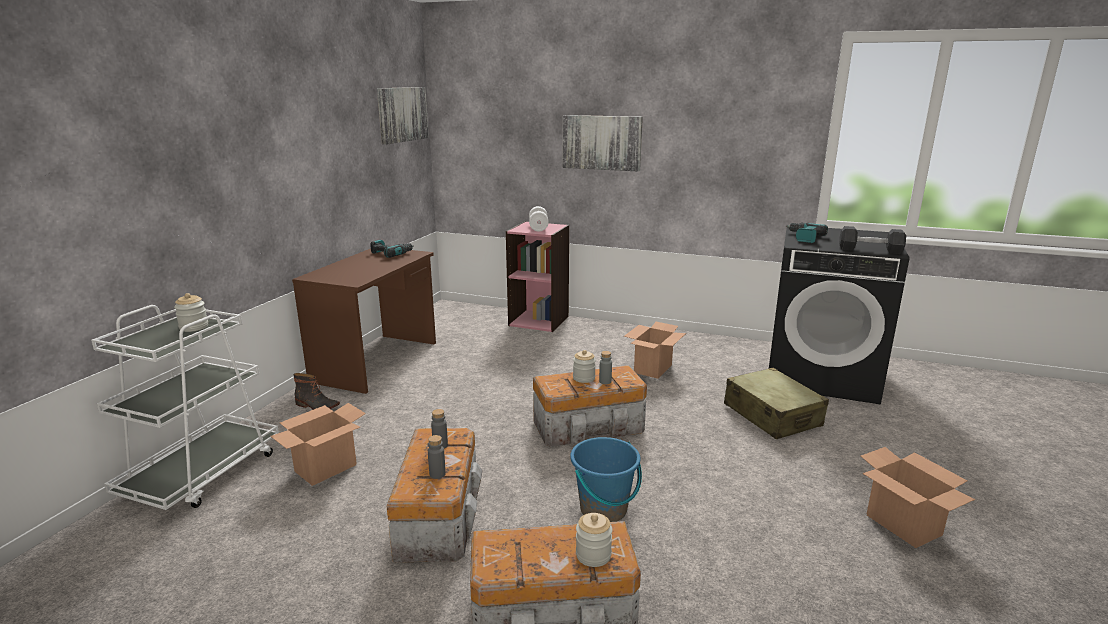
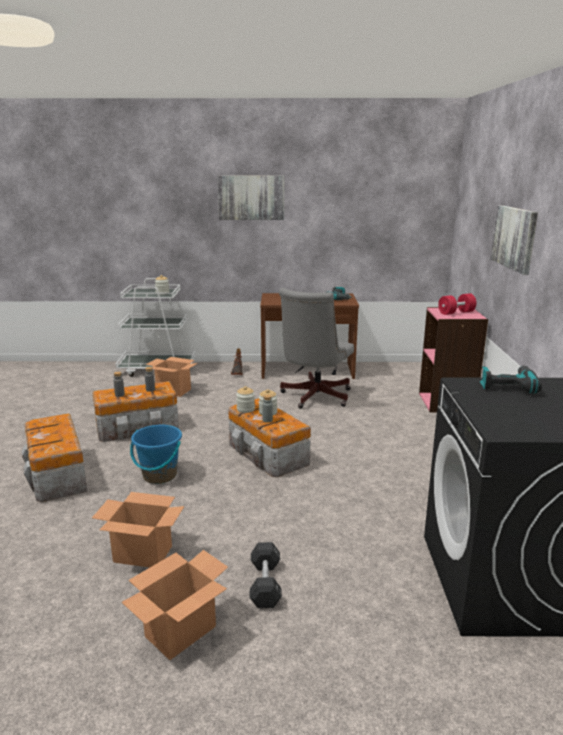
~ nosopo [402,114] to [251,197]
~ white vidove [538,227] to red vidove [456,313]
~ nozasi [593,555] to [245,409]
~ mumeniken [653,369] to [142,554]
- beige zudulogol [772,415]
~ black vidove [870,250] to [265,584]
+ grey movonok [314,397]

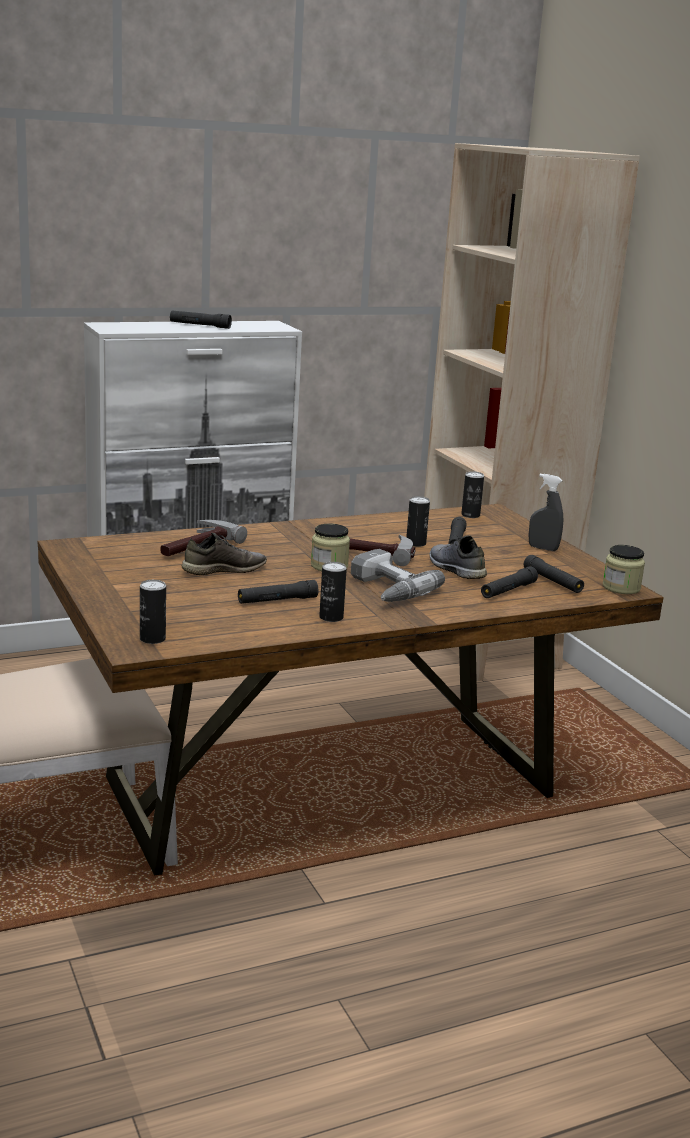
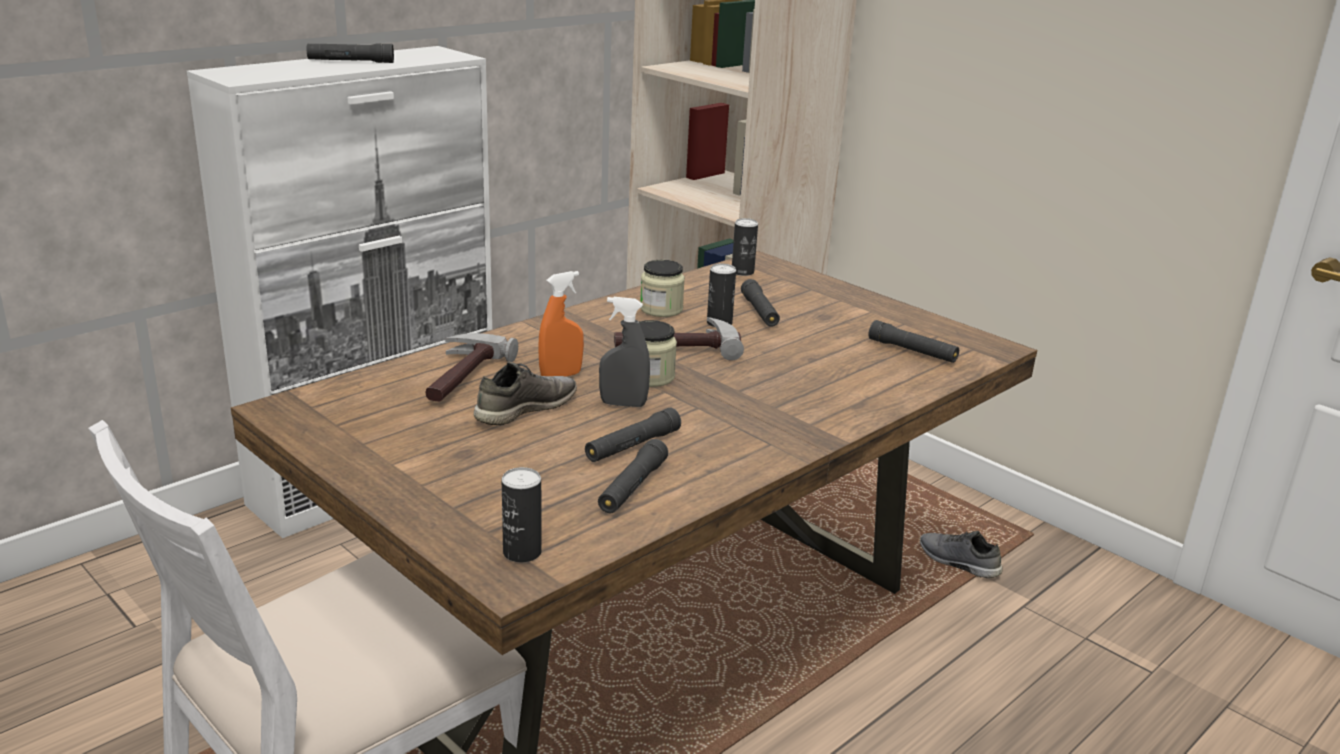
- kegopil [331,617]
- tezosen [385,589]
~ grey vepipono [455,569] to [957,562]
~ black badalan [508,590] to [632,487]
~ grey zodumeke [543,548] to [623,404]
~ nozasi [621,588] to [661,309]
+ orange zodumeke [561,375]

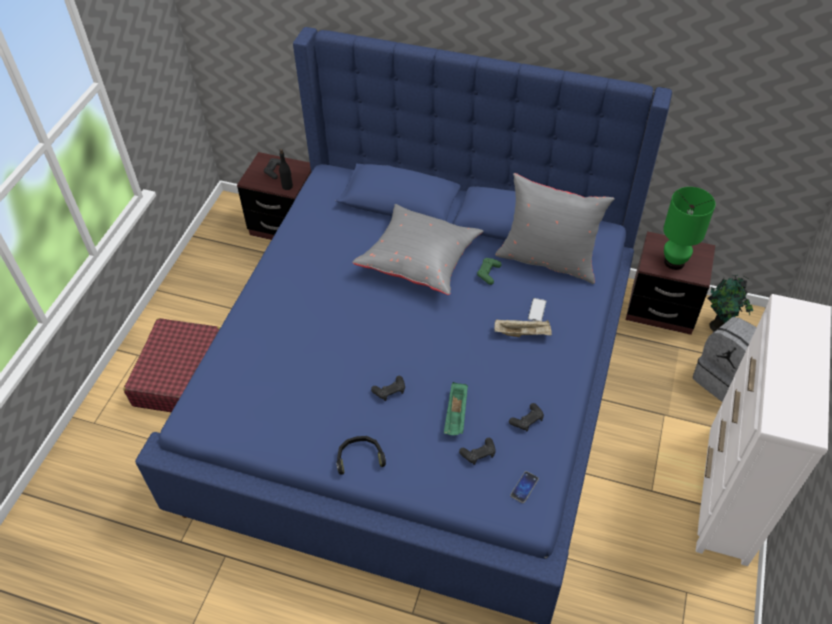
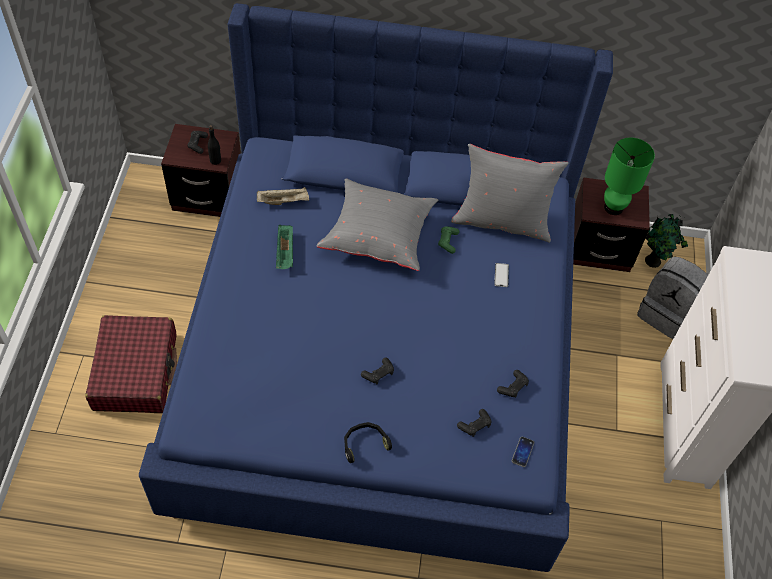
~ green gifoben [456,415] to [285,253]
~ beige gifoben [523,333] to [284,201]

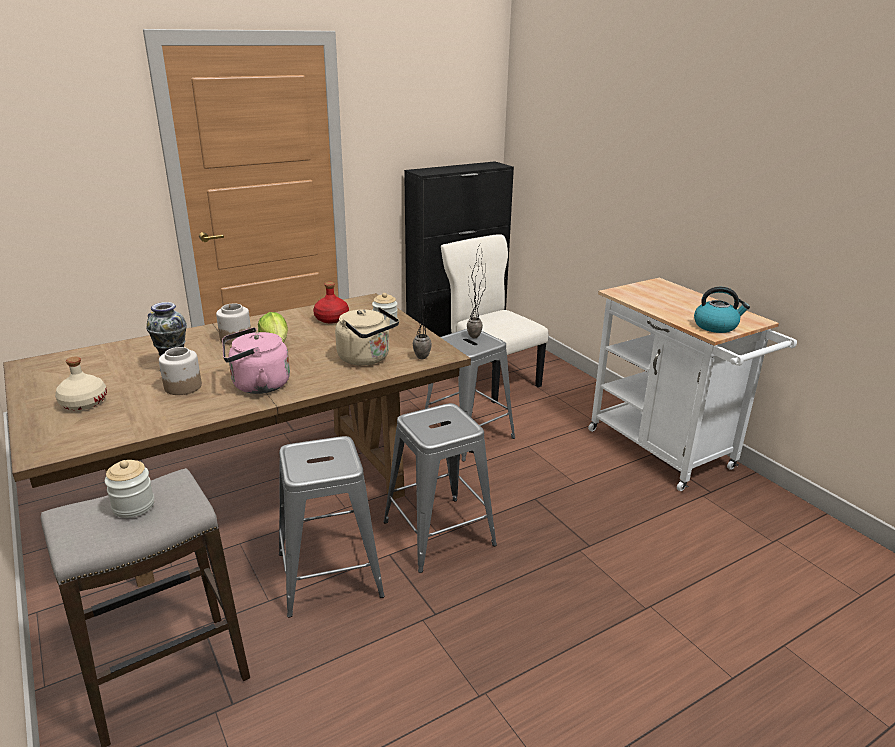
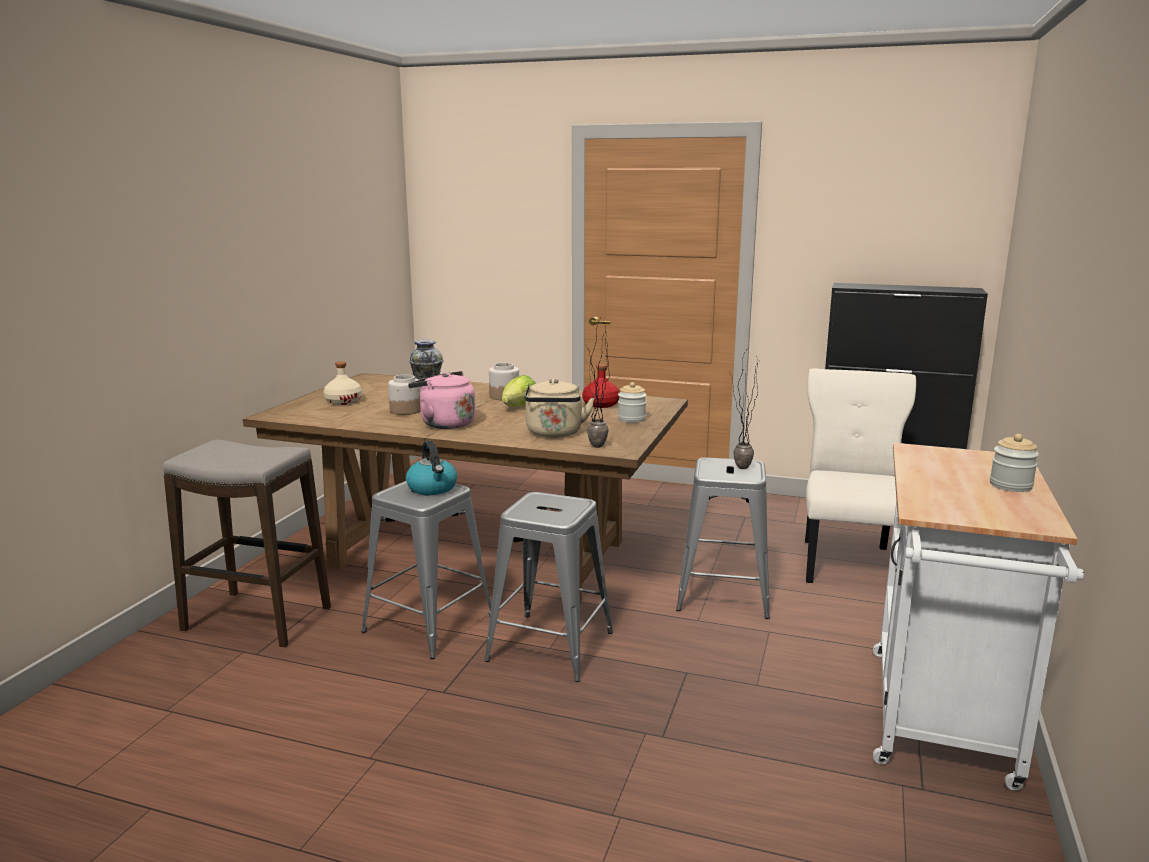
~ nozasi [133,506] to [1010,485]
~ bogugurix [716,326] to [433,488]

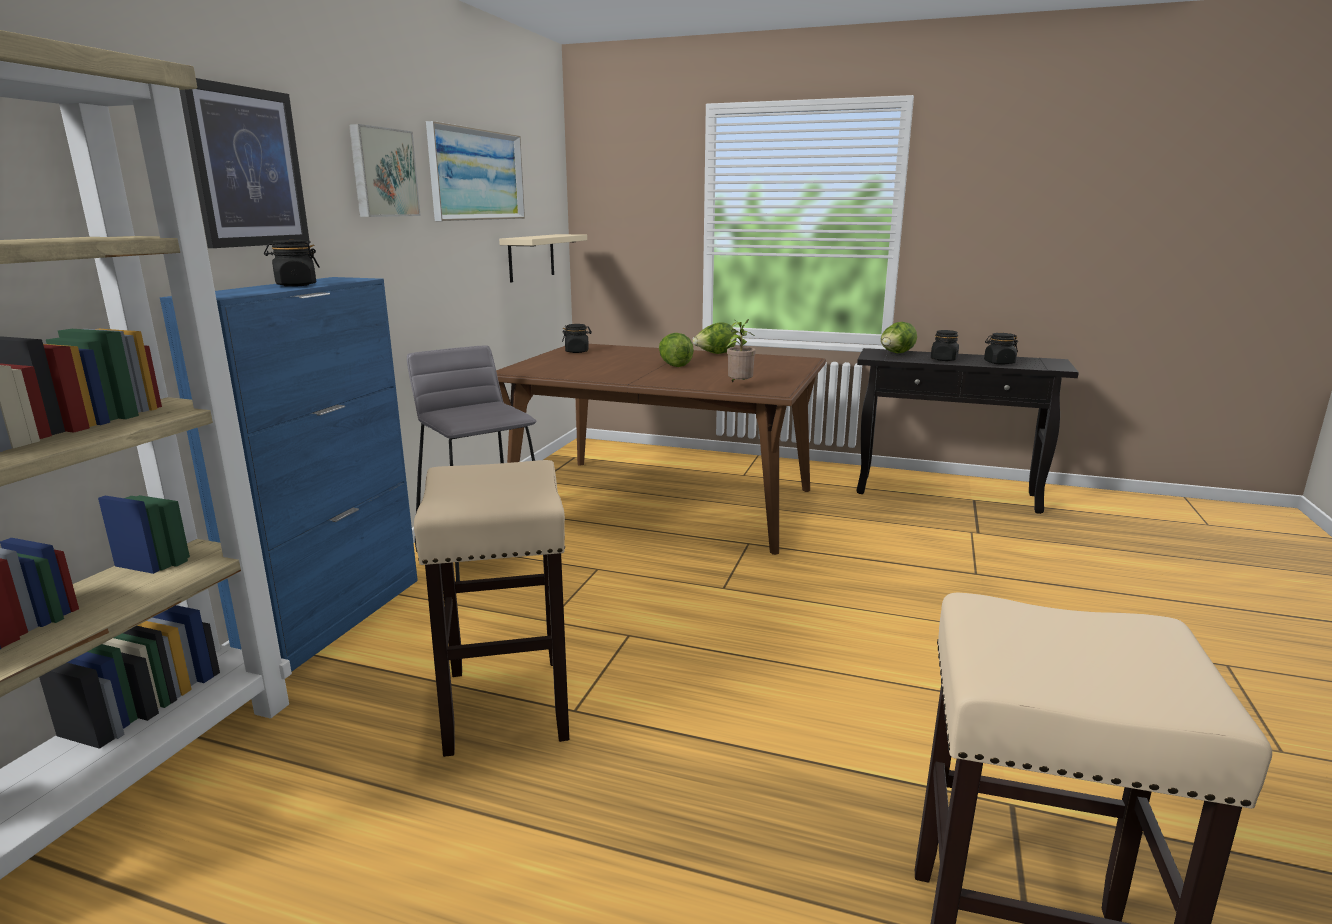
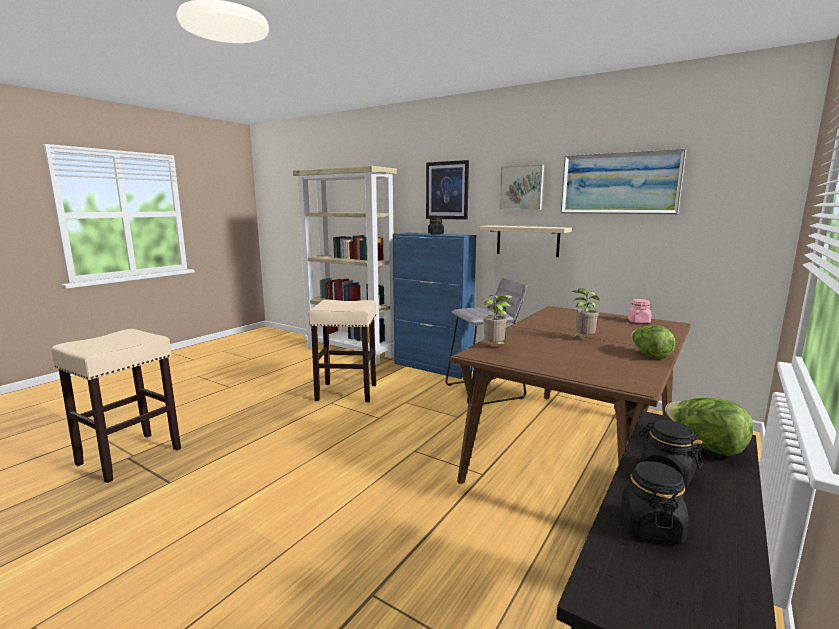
~ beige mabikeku [531,257] to [527,240]
~ black nozasi [577,351] to pink nozasi [638,322]
~ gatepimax [674,365] to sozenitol [582,339]

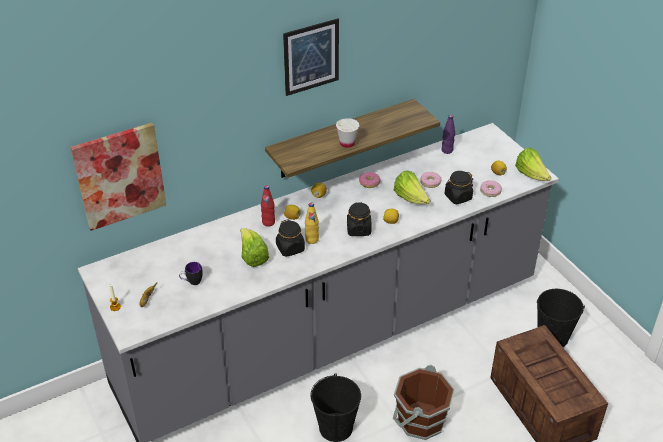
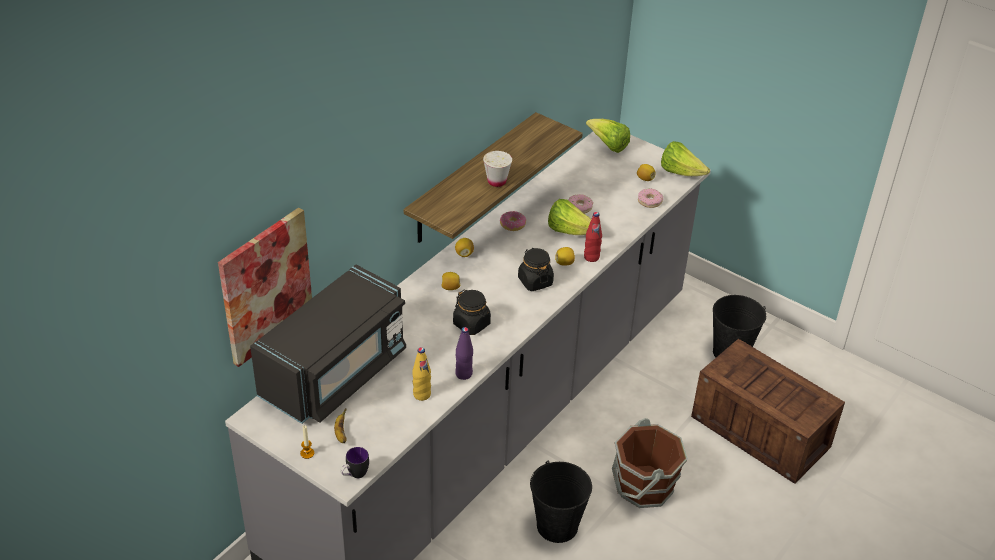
~ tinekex [192,282] to [354,475]
~ gatepimax [252,256] to [608,145]
~ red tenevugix [268,222] to [591,257]
- nosopo [311,57]
~ yellow tenevugix [312,240] to [422,394]
~ purple tenevugix [447,150] to [464,374]
- black nozasi [458,197]
+ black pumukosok [335,373]

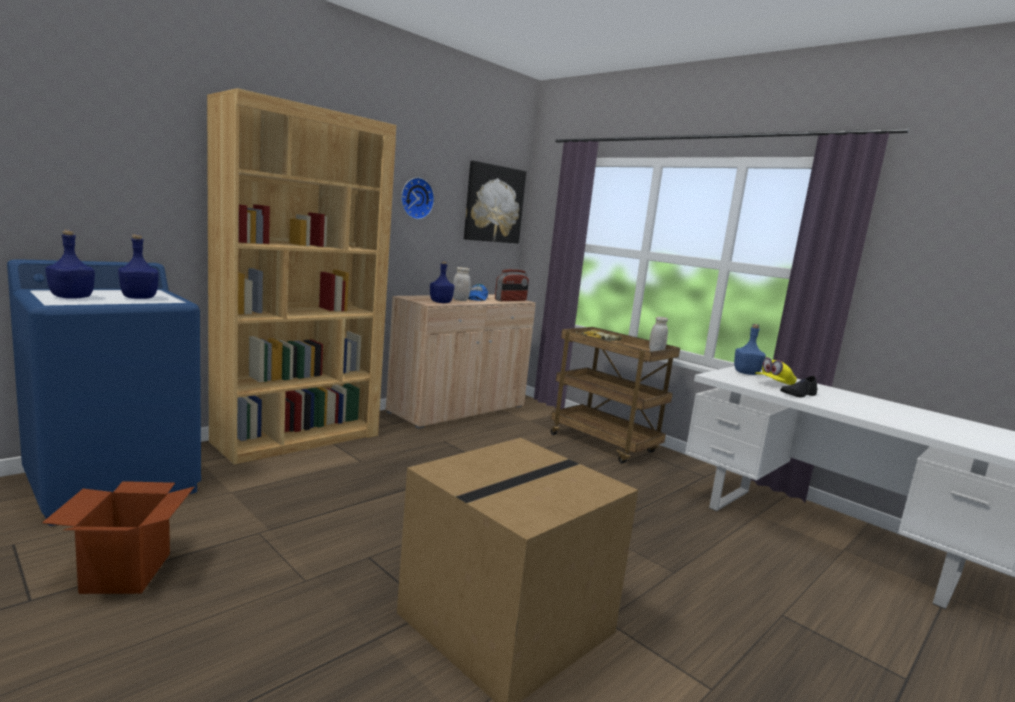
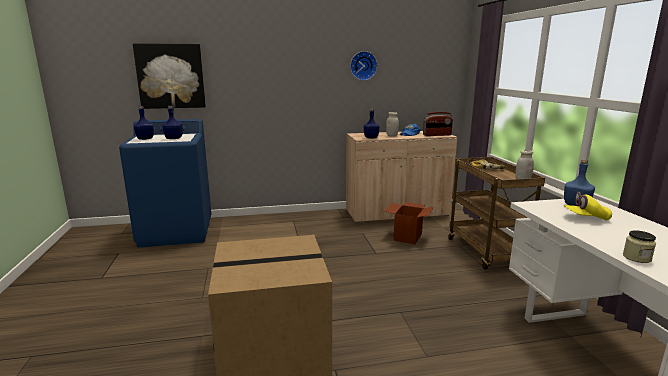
~ mumeniken [127,572] to [407,237]
- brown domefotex [298,438]
~ nosopo [494,204] to [171,76]
- black vepipono [798,394]
+ nozasi [636,258]

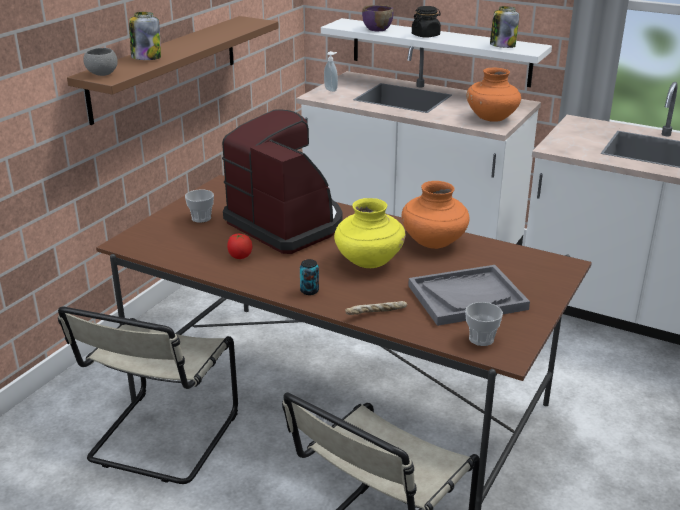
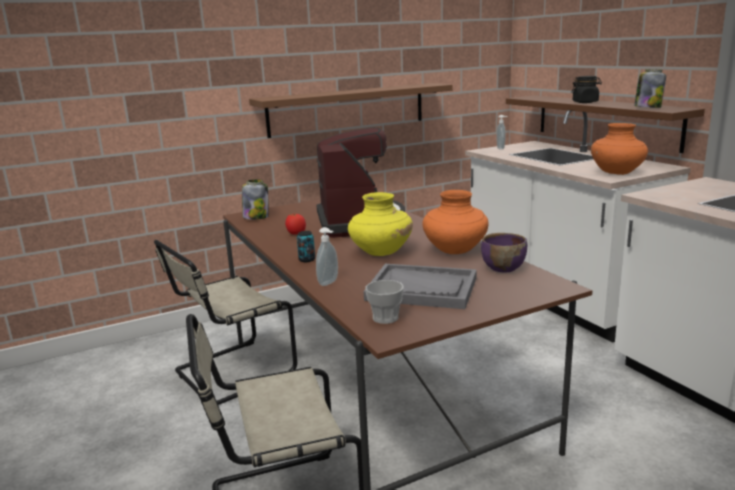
- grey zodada [102,74]
~ nozasi [146,58] to [256,217]
- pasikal [201,218]
~ white mabikeku [439,52] to brown mabikeku [605,121]
~ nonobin [376,314] to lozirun [329,283]
~ purple zodada [377,29] to [502,268]

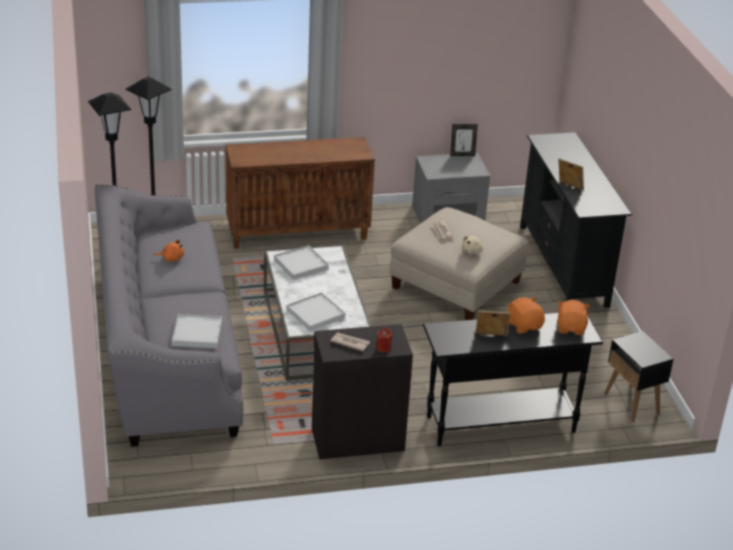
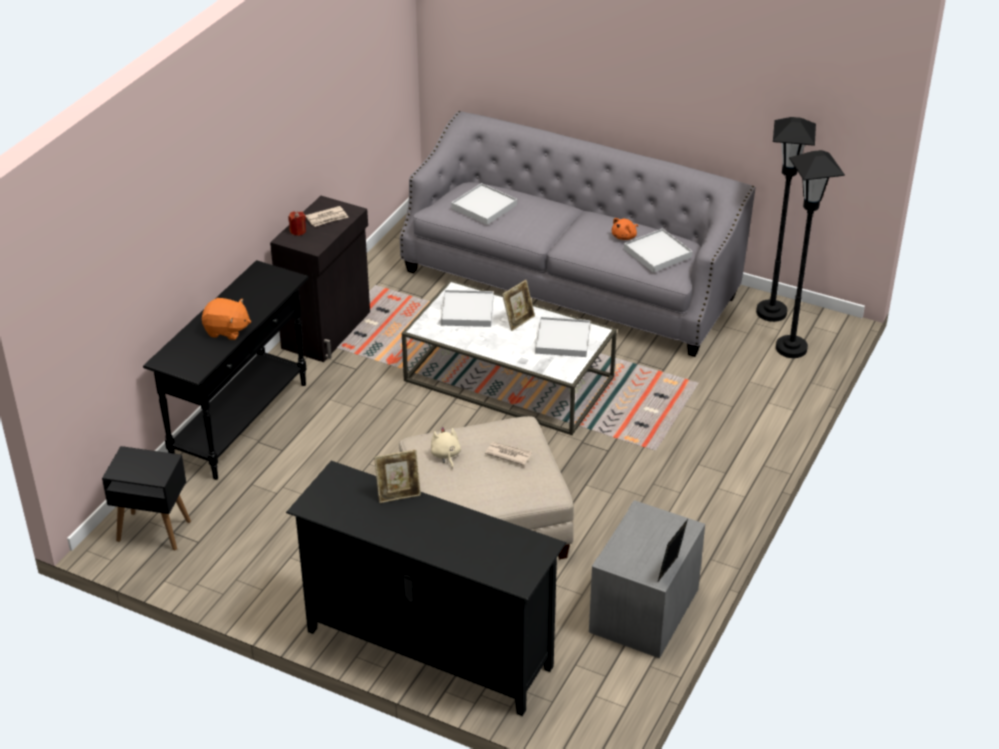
- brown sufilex [298,232]
~ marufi [490,337] to [518,320]
- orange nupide [571,328]
+ white gifoben [657,253]

